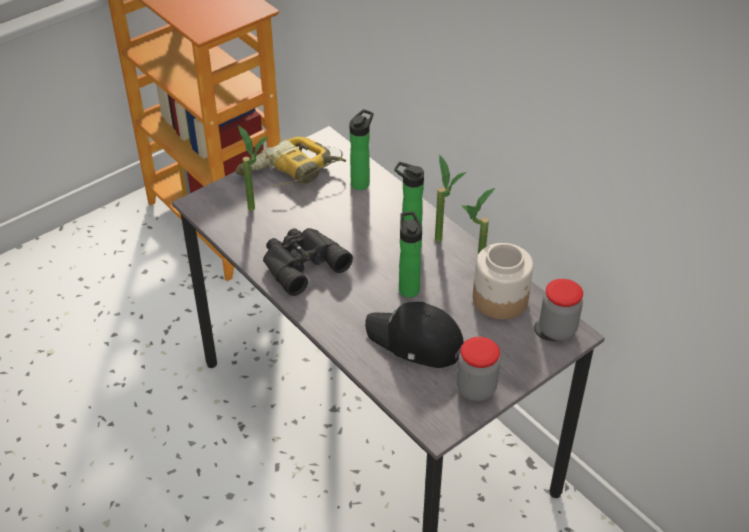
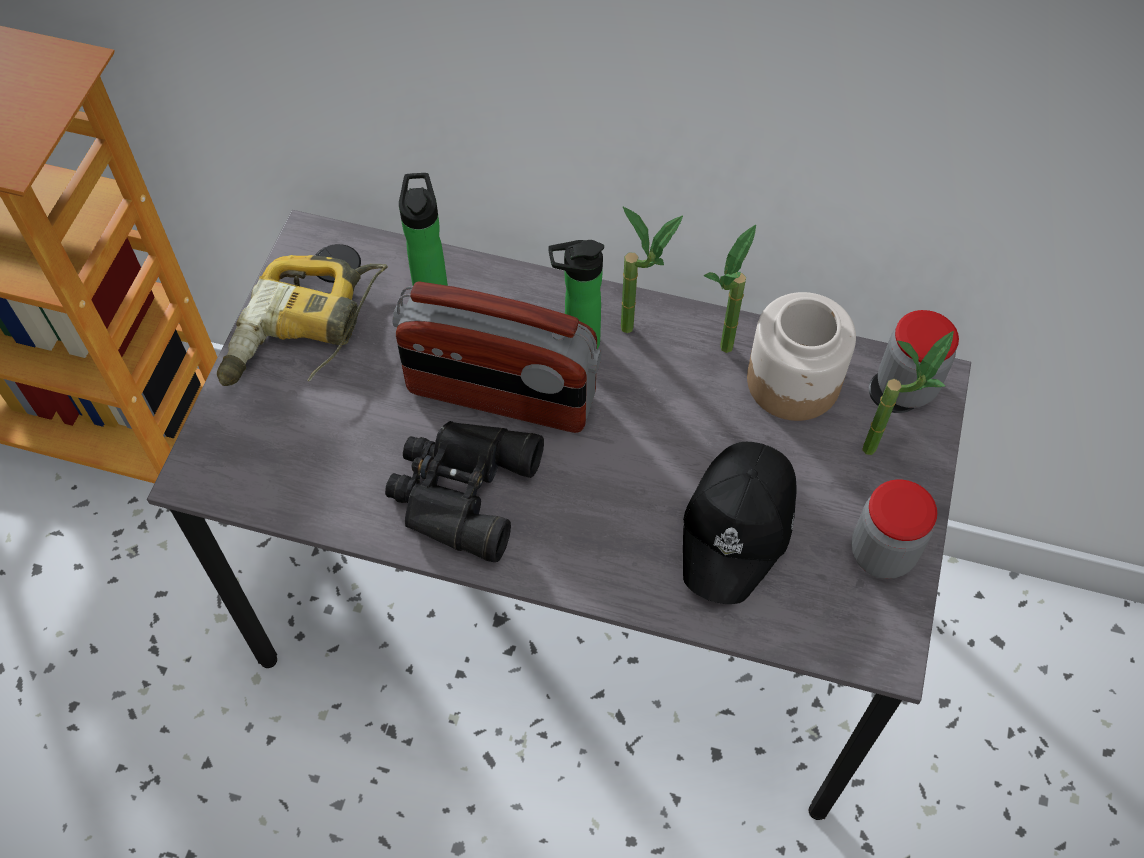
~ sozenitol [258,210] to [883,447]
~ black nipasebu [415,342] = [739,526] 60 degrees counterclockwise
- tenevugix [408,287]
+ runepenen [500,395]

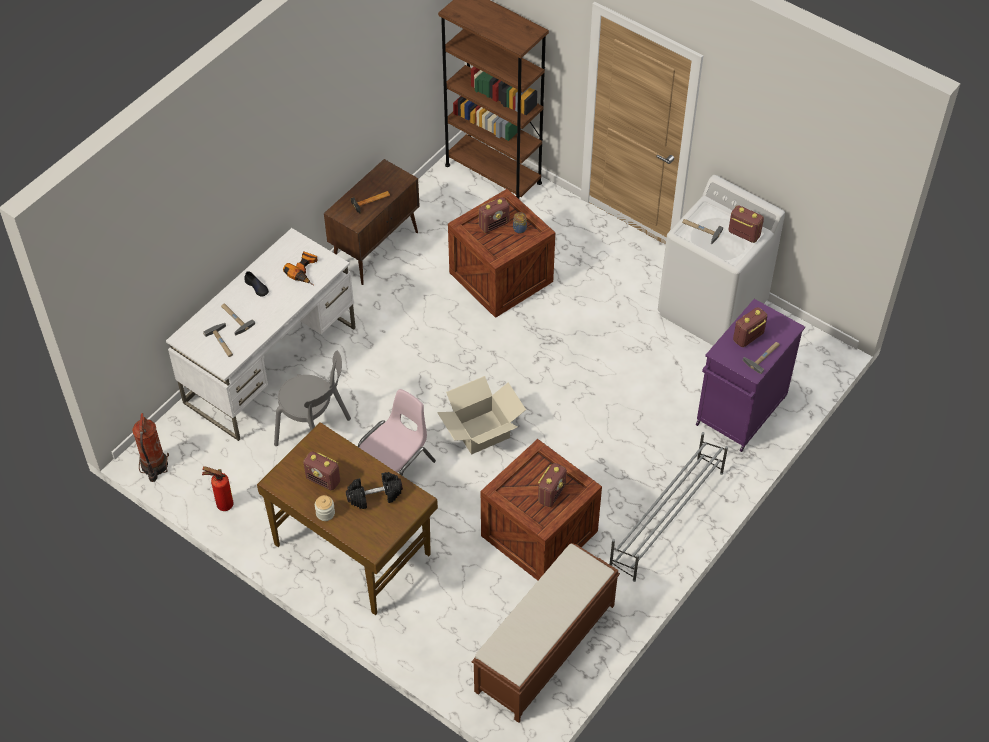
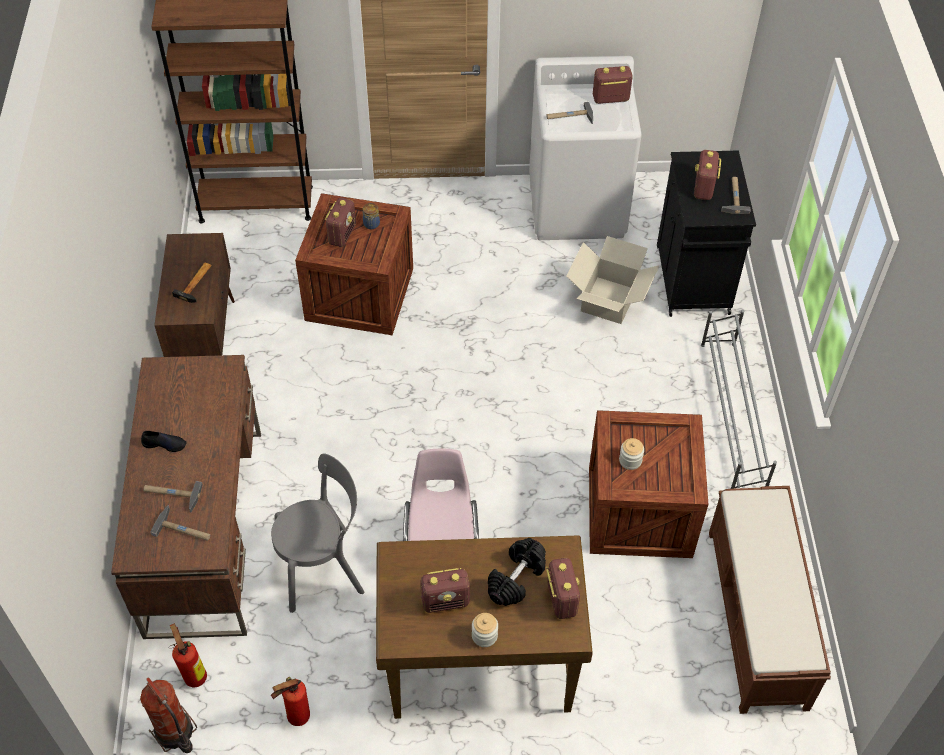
~ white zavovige [271,364] to brown zavovige [205,530]
- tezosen [305,271]
~ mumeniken [481,432] to [608,300]
~ runepenen [551,493] to [561,598]
~ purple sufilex [740,412] to black sufilex [693,281]
+ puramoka [194,674]
+ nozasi [630,460]

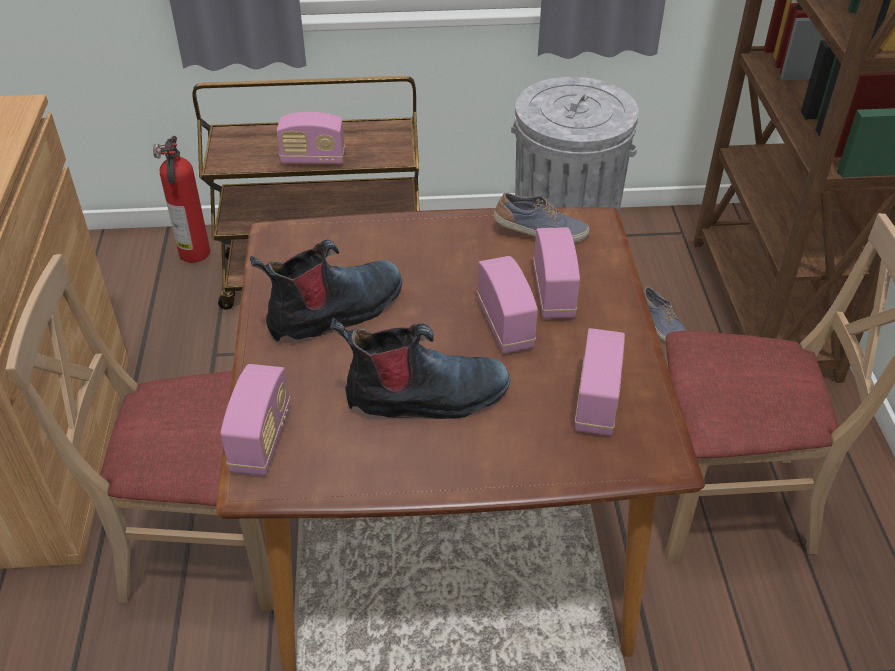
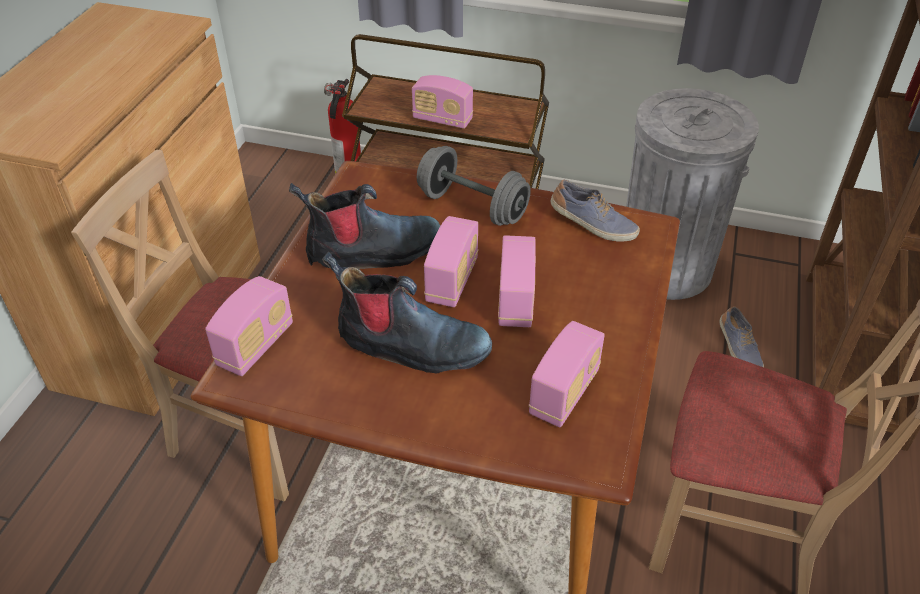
~ runepenen [553,293] to [452,281]
+ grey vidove [472,207]

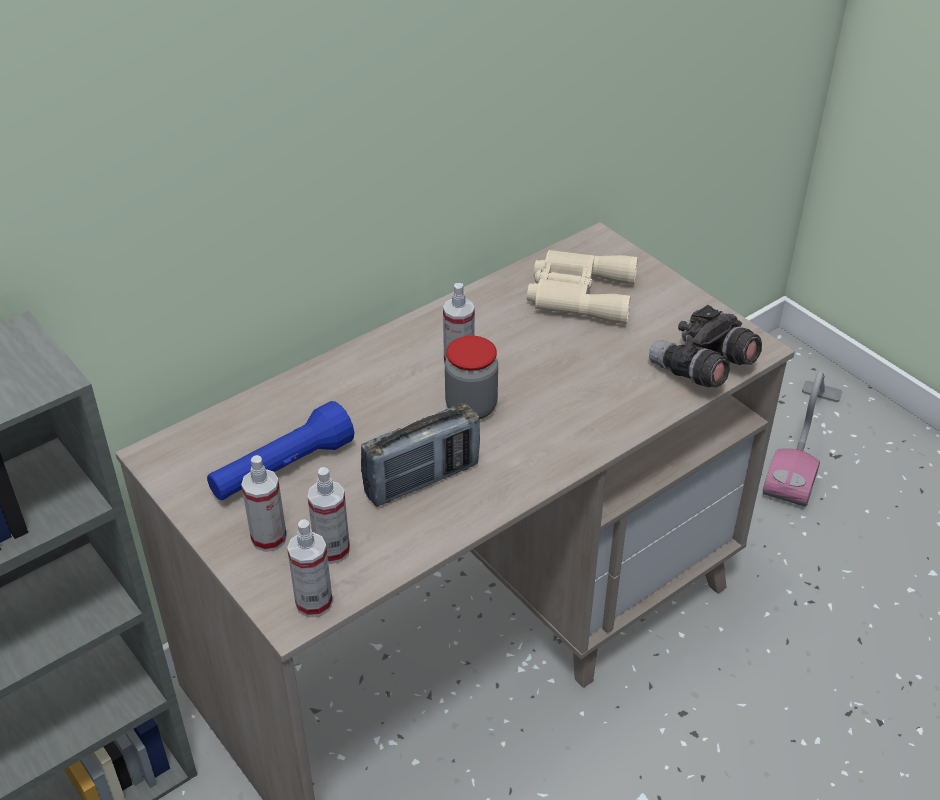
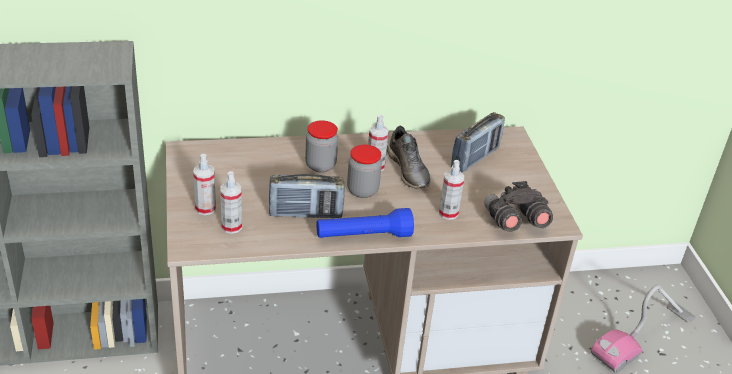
~ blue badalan [282,469] to [363,236]
~ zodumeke [314,603] to [448,213]
~ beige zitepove [578,294] to runepenen [475,158]
+ nozasi [320,165]
+ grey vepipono [409,170]

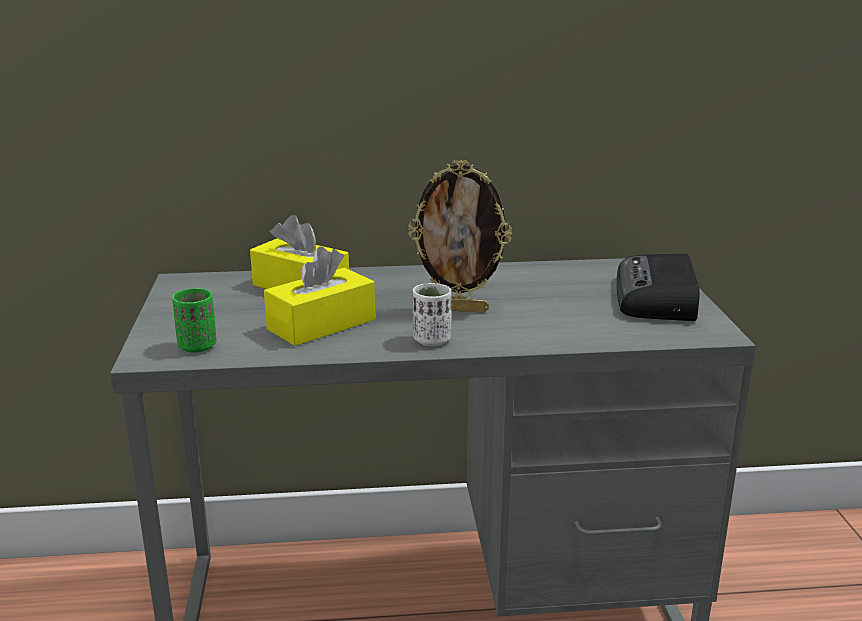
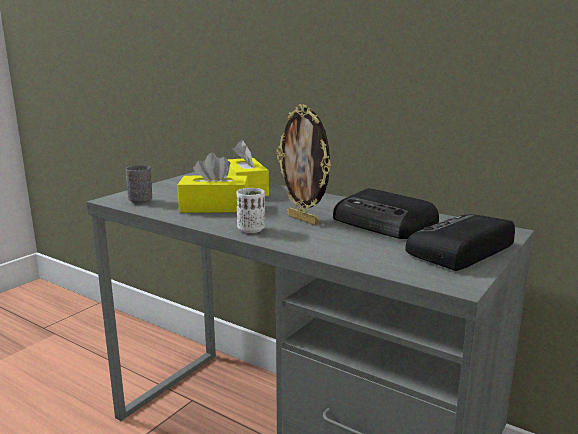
~ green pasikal [197,346] to grey pasikal [140,201]
+ runepenen [384,224]

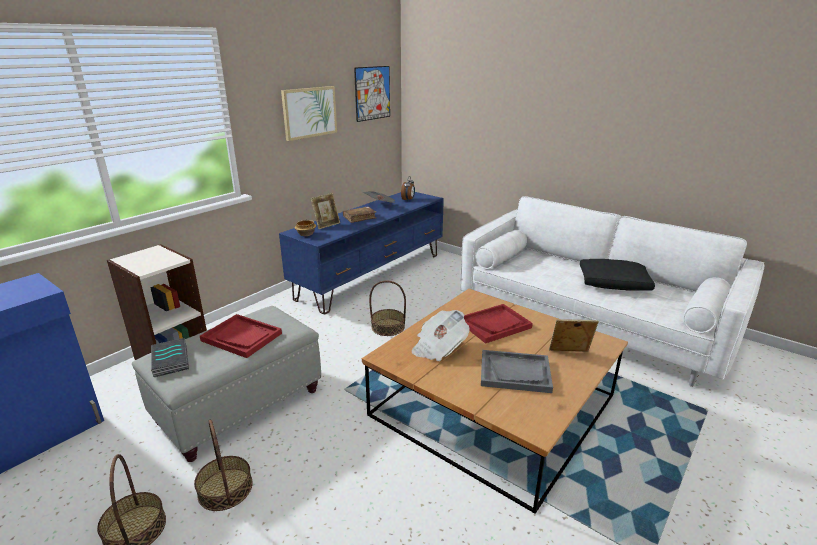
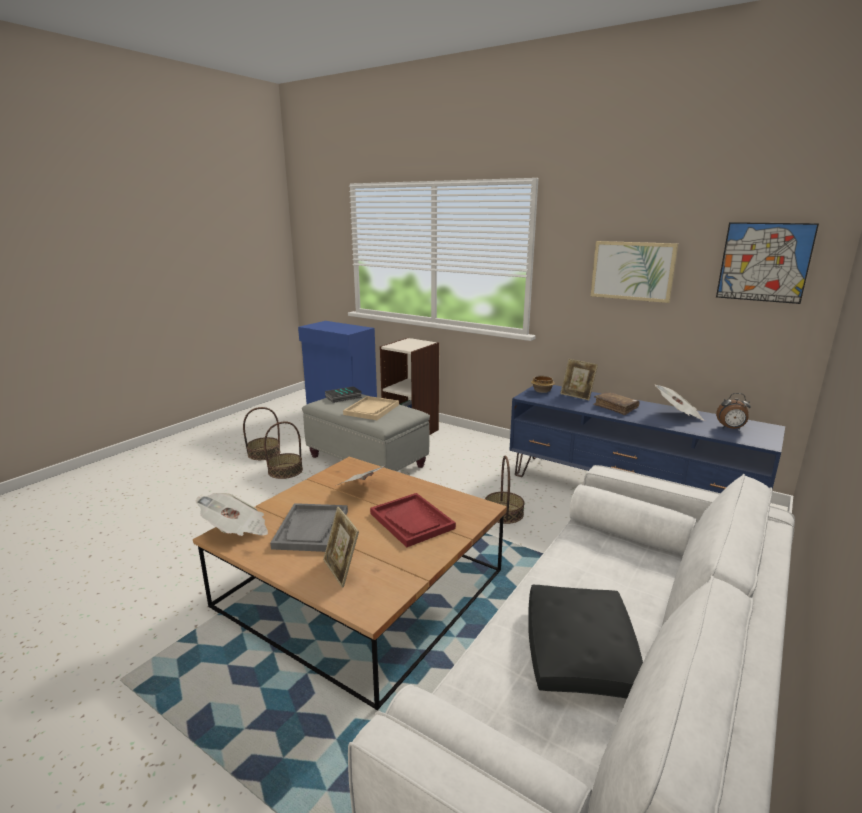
~ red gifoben [242,337] to beige gifoben [371,409]
~ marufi [569,354] = [342,570] 150 degrees clockwise
+ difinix [236,530]

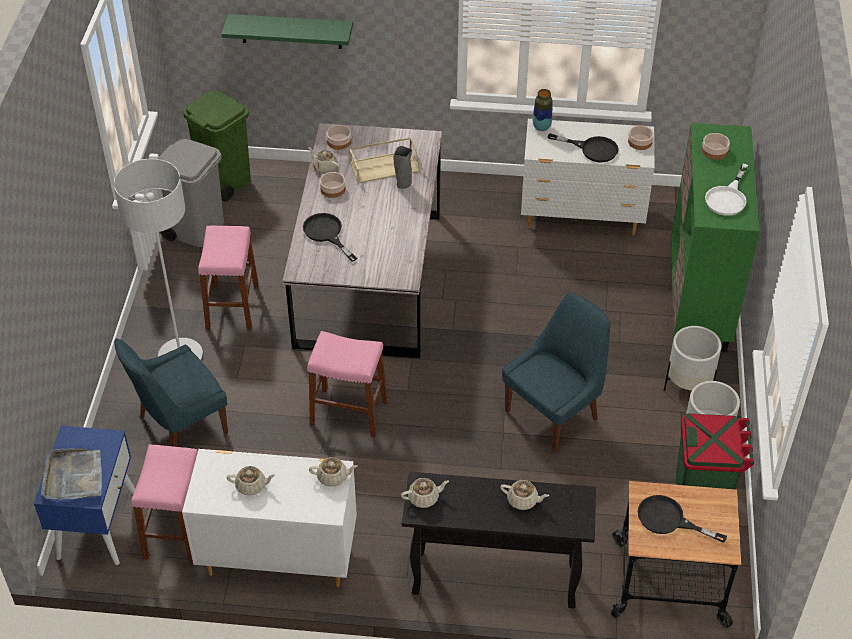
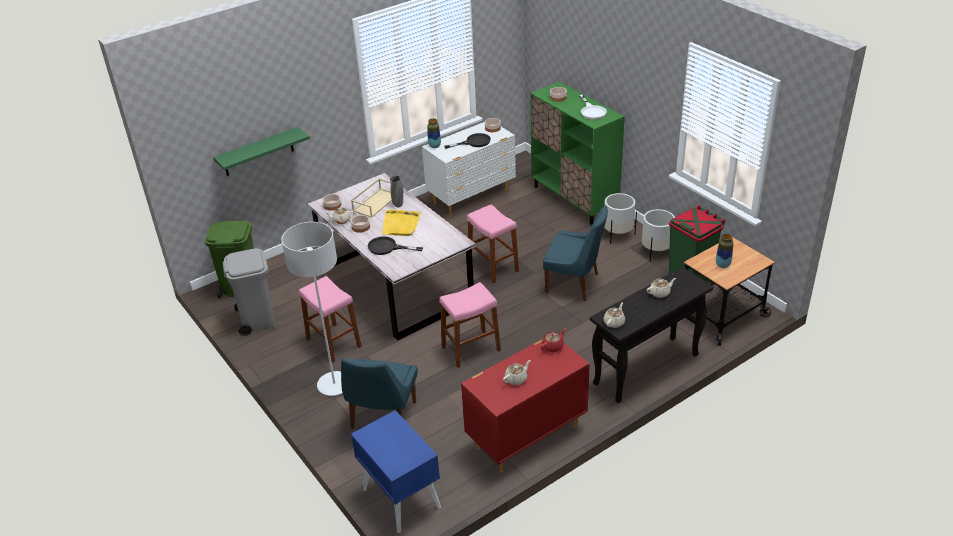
- grey gifoben [73,477]
~ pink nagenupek [177,531] to [493,267]
~ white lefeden [277,556] to red lefeden [525,437]
~ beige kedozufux [333,477] to red kedozufux [553,346]
~ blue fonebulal [554,413] = [574,284] 105 degrees clockwise
~ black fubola [668,520] to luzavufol [722,265]
+ yellow gifoben [400,224]

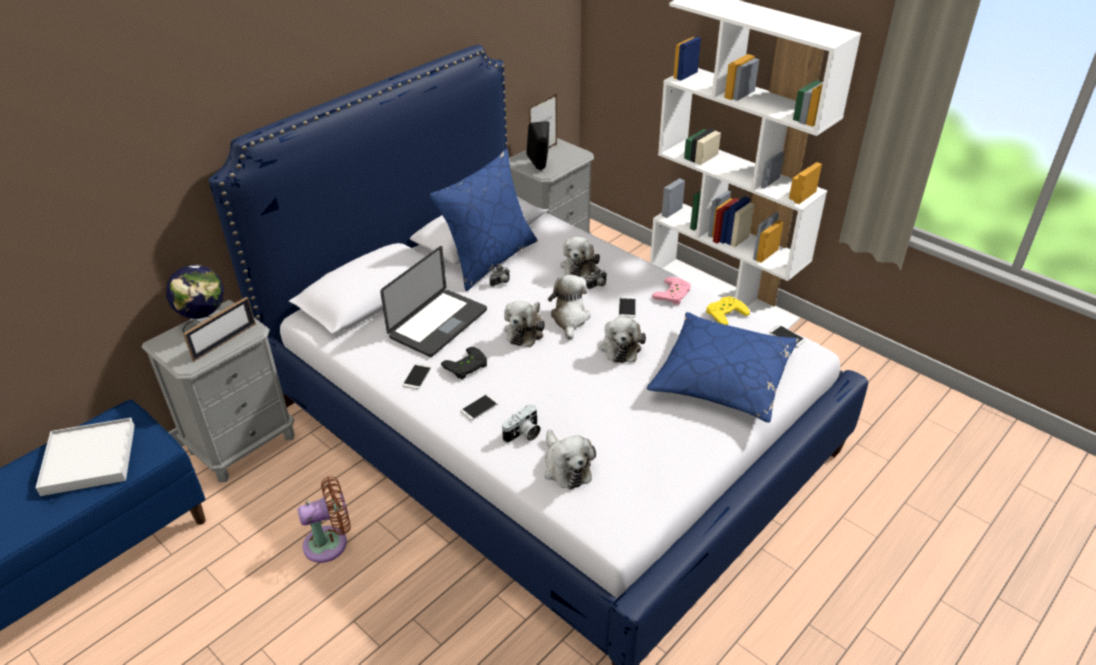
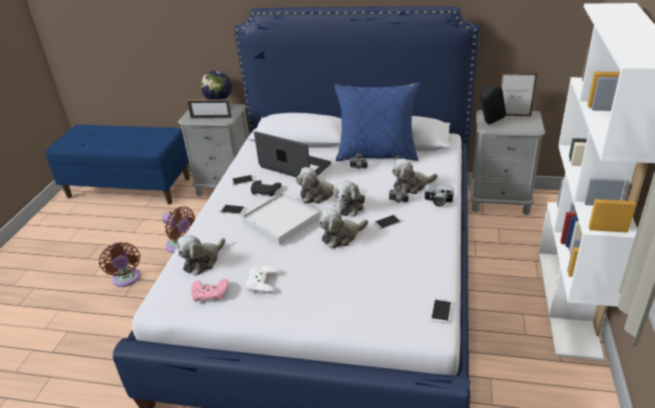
~ white gifoben [89,459] to [281,220]
~ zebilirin [438,324] = [295,166] 150 degrees counterclockwise
~ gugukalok [523,434] to [438,202]
~ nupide [570,319] = [349,205] 135 degrees clockwise
- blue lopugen [722,378]
~ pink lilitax [674,294] to [209,294]
- yellow lilitax [724,312]
+ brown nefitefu [127,279]
+ white lilitax [259,282]

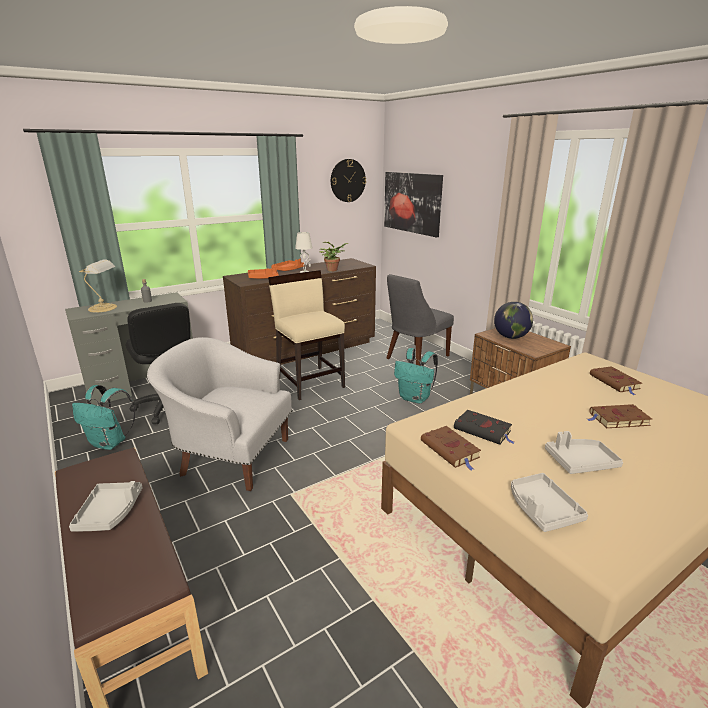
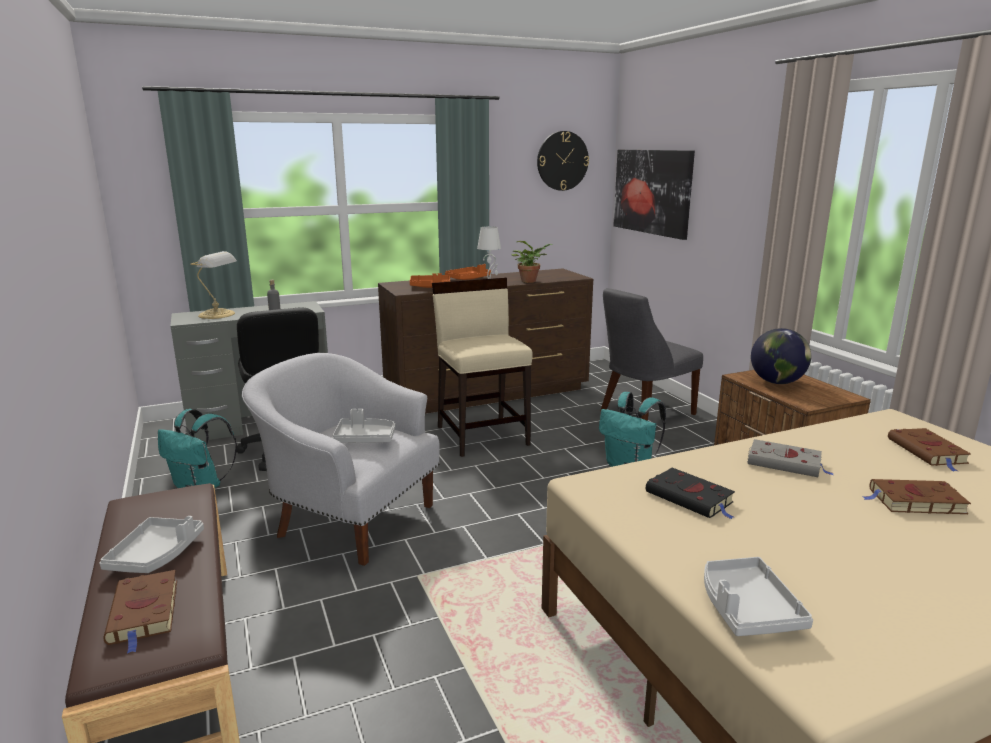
~ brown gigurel [451,450] to [144,613]
~ grey gifoben [580,462] to [365,438]
+ grey gigurel [786,463]

